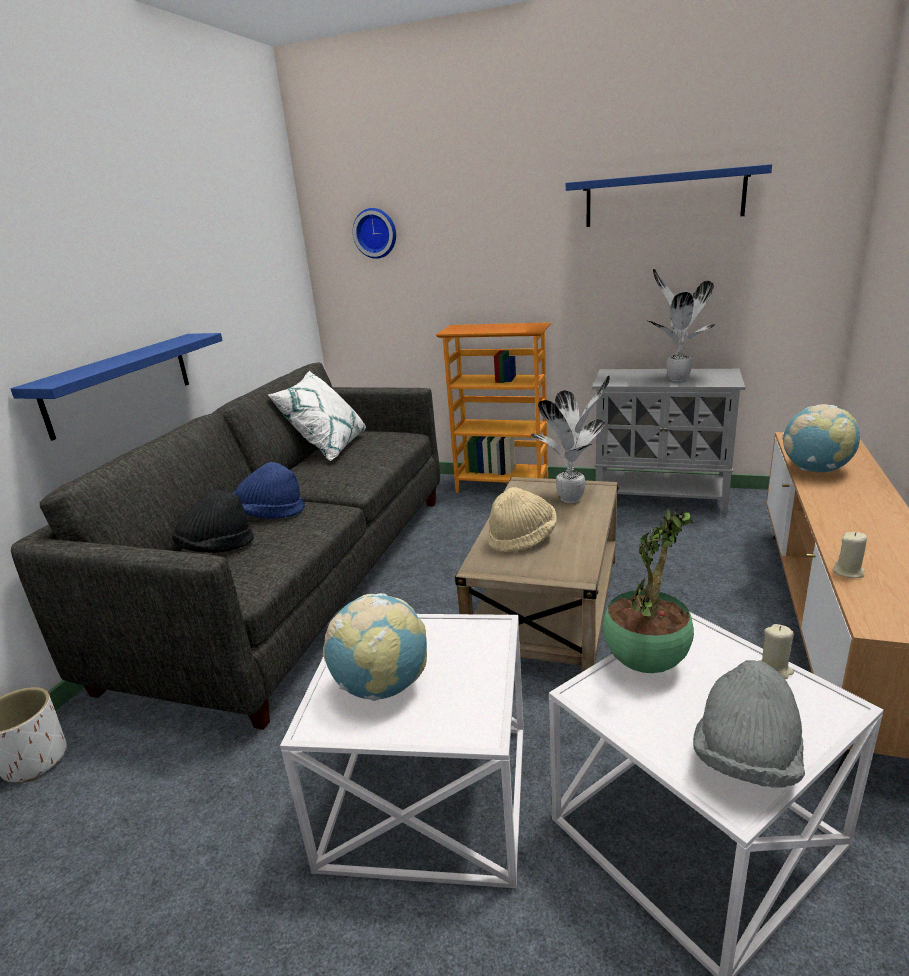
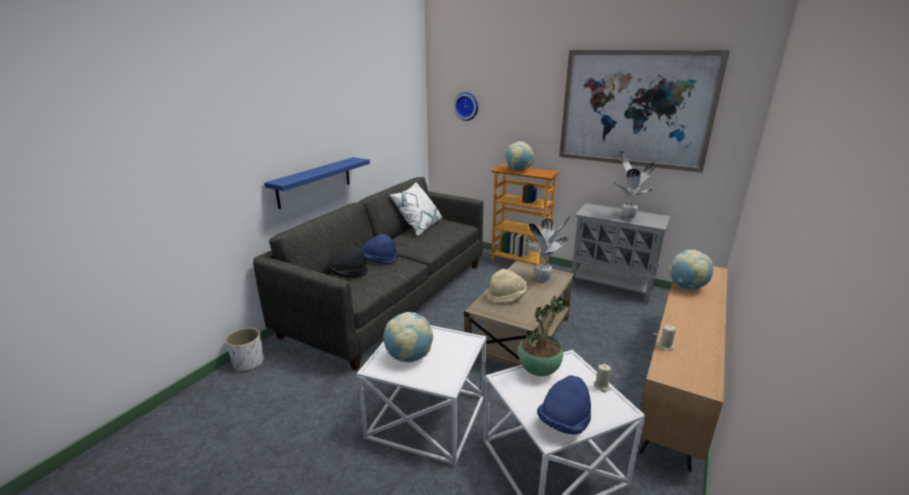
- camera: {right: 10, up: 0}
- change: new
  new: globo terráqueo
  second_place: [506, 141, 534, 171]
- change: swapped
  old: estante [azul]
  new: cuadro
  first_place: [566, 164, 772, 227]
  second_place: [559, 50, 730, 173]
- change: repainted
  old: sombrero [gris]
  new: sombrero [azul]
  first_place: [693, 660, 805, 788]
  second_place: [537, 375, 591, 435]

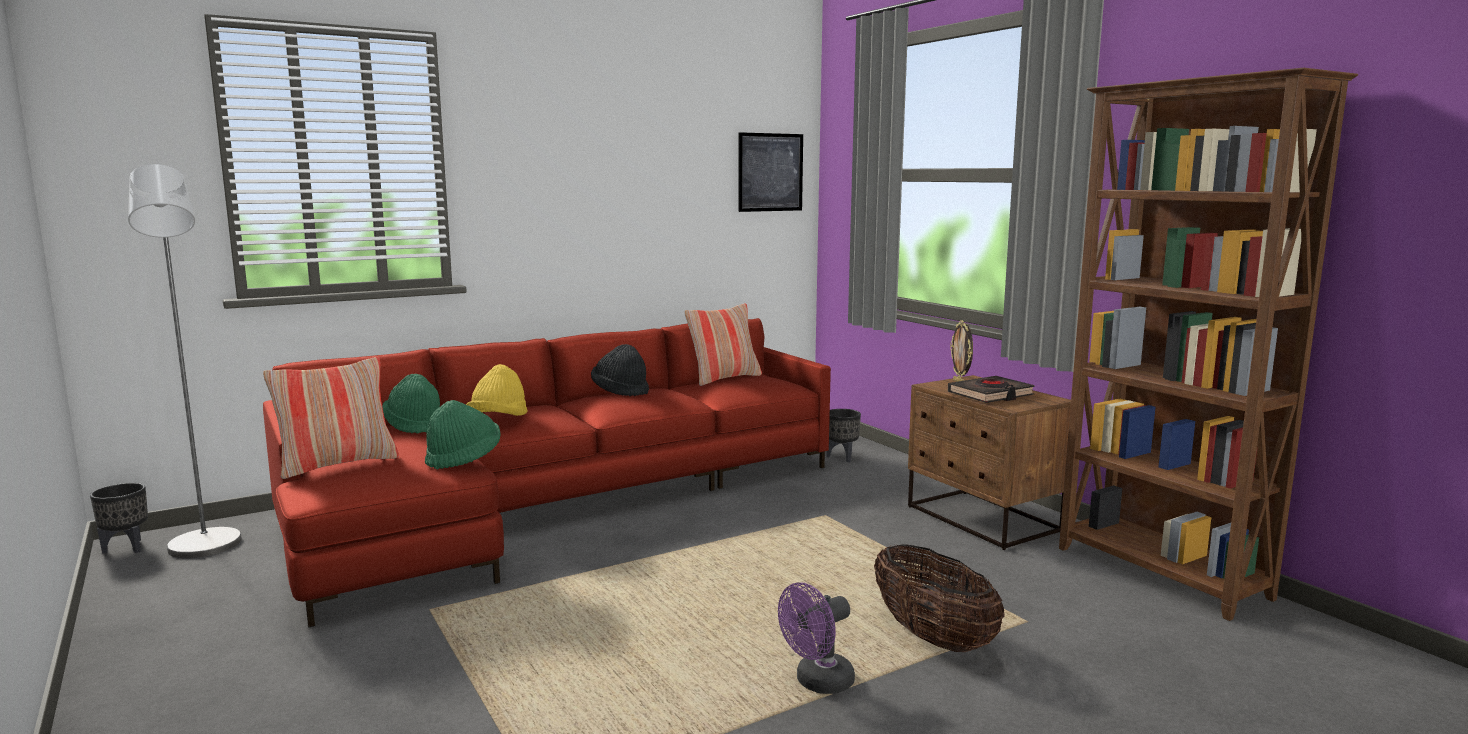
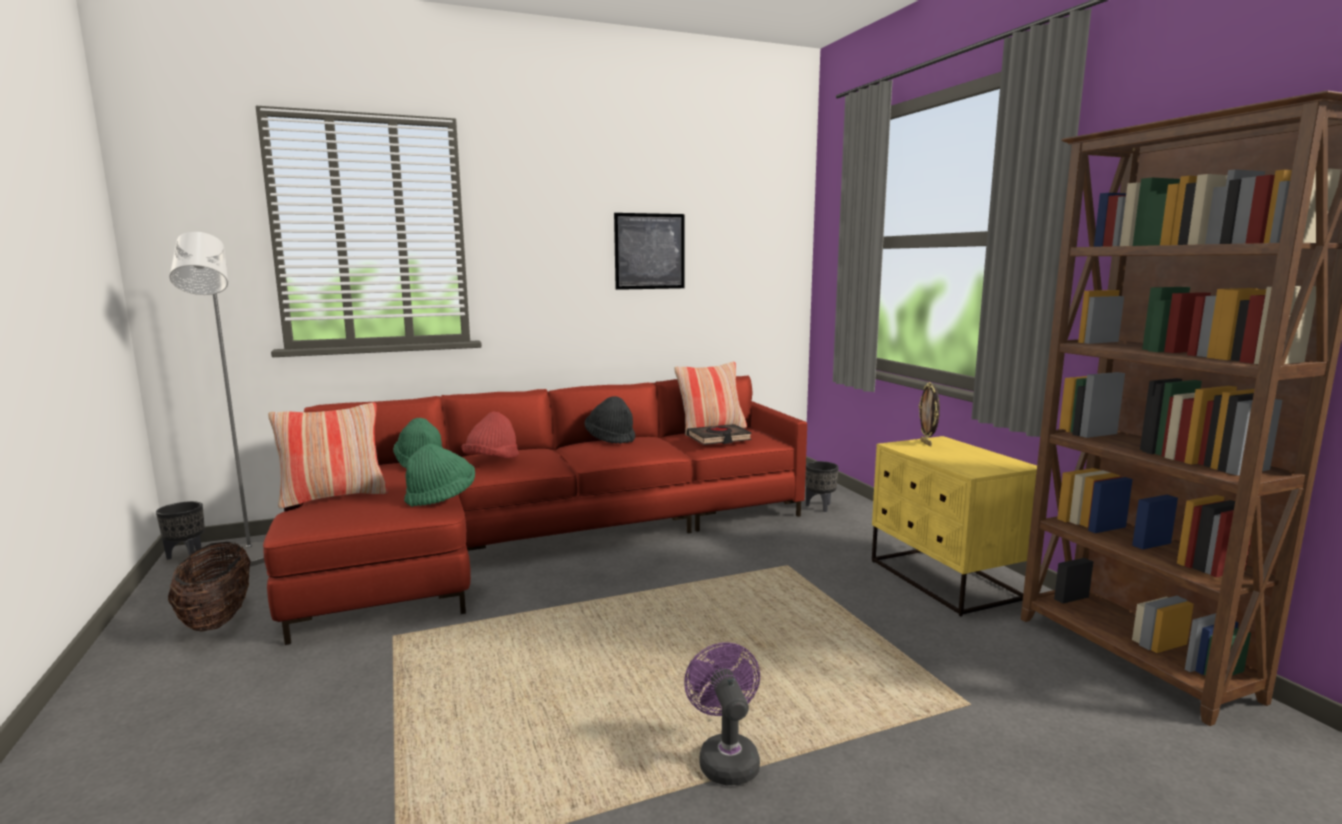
- camera: {right: 10, up: 0}
- change: shifted
  old: cuadro
  first_place: [738, 132, 803, 212]
  second_place: [614, 213, 685, 290]
- change: shifted
  old: cesta
  first_place: [874, 544, 1005, 652]
  second_place: [168, 542, 250, 632]
- change: shifted
  old: libro [negro]
  first_place: [948, 376, 1035, 403]
  second_place: [687, 424, 752, 445]
- change: repainted
  old: sombrero [amarillo]
  new: sombrero [rojo]
  first_place: [466, 364, 527, 416]
  second_place: [461, 412, 519, 458]
- change: repainted
  old: mesita de noche [marrón]
  new: mesita de noche [amarillo]
  first_place: [908, 375, 1071, 550]
  second_place: [872, 436, 1037, 616]
- change: rotated
  old: ventilador [morado]
  first_place: [778, 582, 855, 694]
  second_place: [684, 642, 760, 785]
  degrees: 105

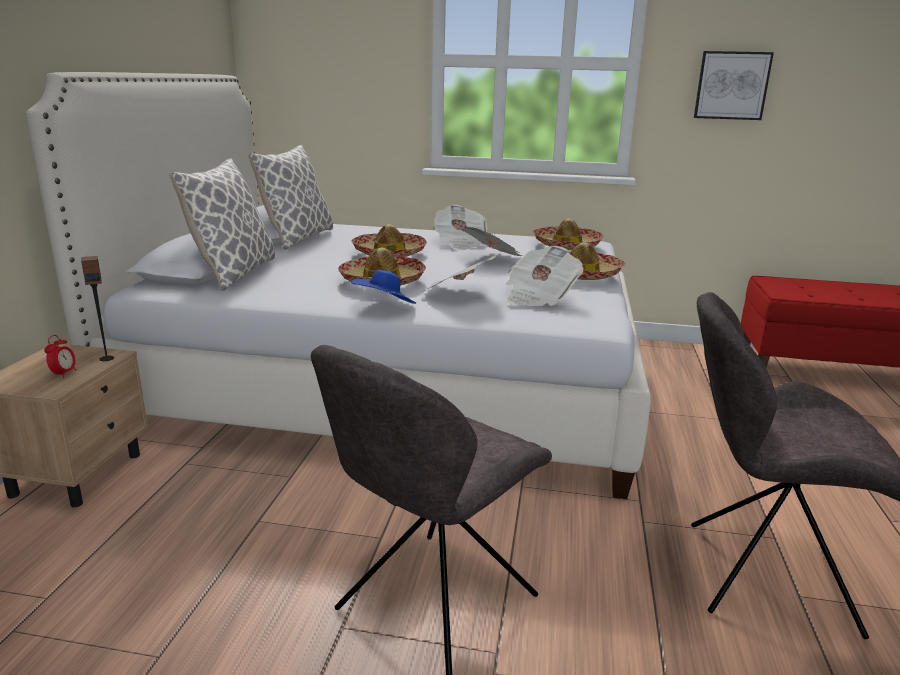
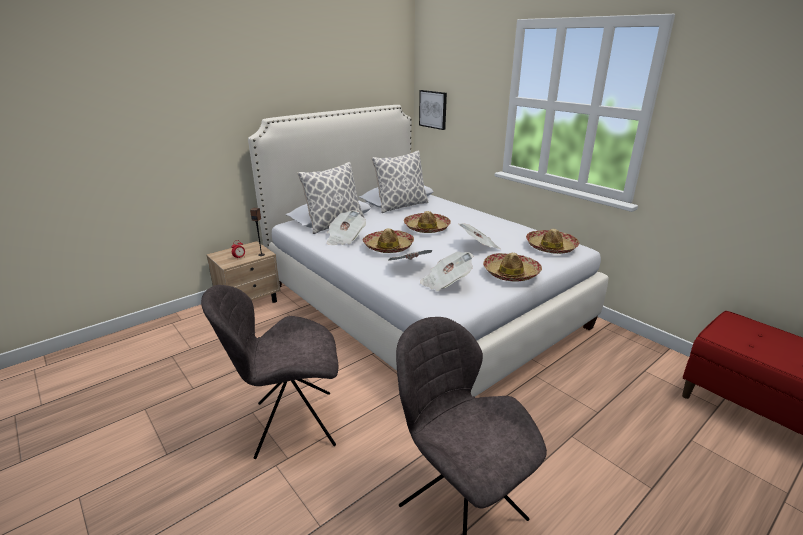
- camera: {right: 40, up: 5}
- change: gone
  old: sombrero [azul]
  first_place: [351, 270, 416, 304]
- change: shifted
  old: periódico
  first_place: [433, 205, 488, 250]
  second_place: [327, 210, 366, 245]
- change: shifted
  old: cuadro
  first_place: [694, 51, 774, 120]
  second_place: [419, 90, 447, 130]

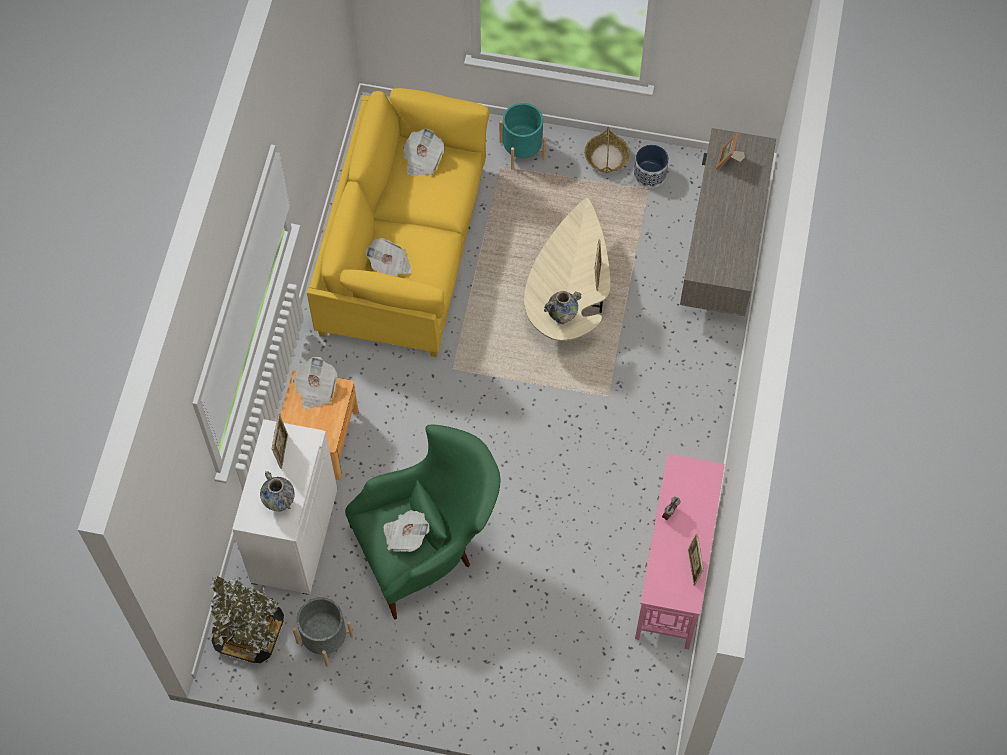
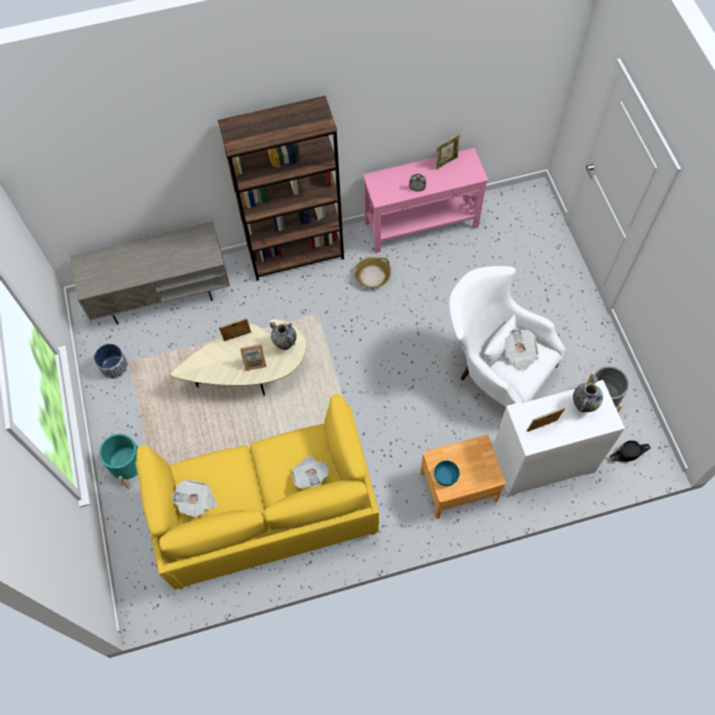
- camera: {right: -115, up: 0}
- change: new
  new: estantería [marrón]
  second_place: [218, 96, 344, 281]
- change: shifted
  old: cesta
  first_place: [584, 126, 630, 172]
  second_place: [354, 257, 391, 289]
- change: shifted
  old: portarretratos
  first_place: [716, 133, 745, 170]
  second_place: [240, 344, 267, 371]
- change: swapped
  old: planta en maceta
  new: sombrero [negro]
  first_place: [210, 576, 284, 663]
  second_place: [609, 440, 651, 462]
- change: swapped
  old: periódico
  new: cuenco [turquesa]
  first_place: [293, 357, 338, 409]
  second_place: [434, 460, 460, 486]
- change: repainted
  old: sillón [verde]
  new: sillón [blanco]
  first_place: [345, 424, 501, 619]
  second_place: [449, 266, 565, 407]

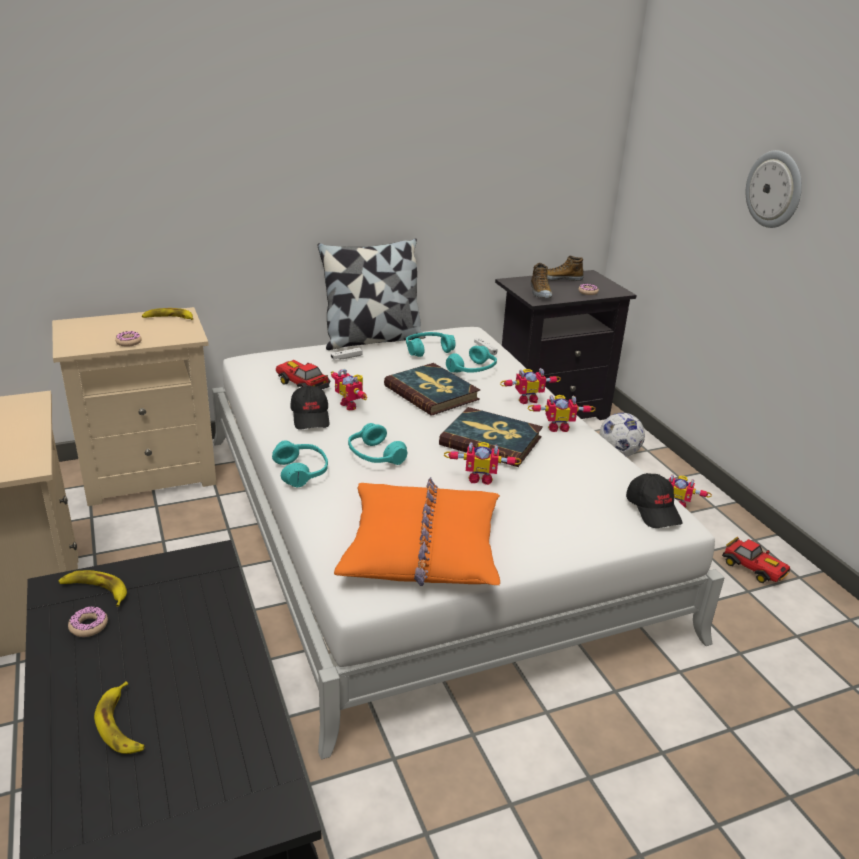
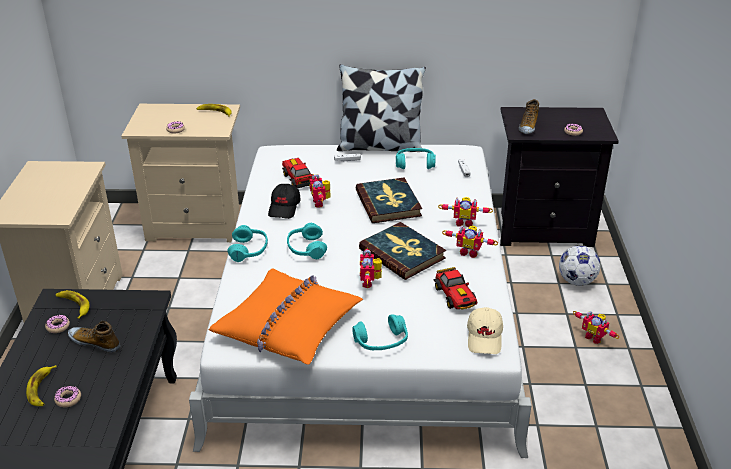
- camera: {right: 25, up: 5}
- change: gone
  old: reloj de pared
  first_place: [746, 150, 802, 228]
- change: new
  new: rosquilla
  second_place: [54, 386, 81, 407]
- change: shifted
  old: auriculares [turquesa]
  first_place: [446, 346, 497, 373]
  second_place: [352, 314, 408, 350]
- change: shifted
  old: zapato
  first_place: [547, 256, 584, 281]
  second_place: [68, 321, 120, 353]
- change: shifted
  old: coche de juguete
  first_place: [722, 537, 790, 583]
  second_place: [433, 267, 477, 310]
- change: repainted
  old: gorra [negro]
  new: gorra [beis]
  first_place: [626, 473, 682, 528]
  second_place: [467, 307, 503, 354]
- change: rotated
  old: robot de juguete
  first_place: [444, 442, 522, 485]
  second_place: [360, 248, 382, 288]
  degrees: 60

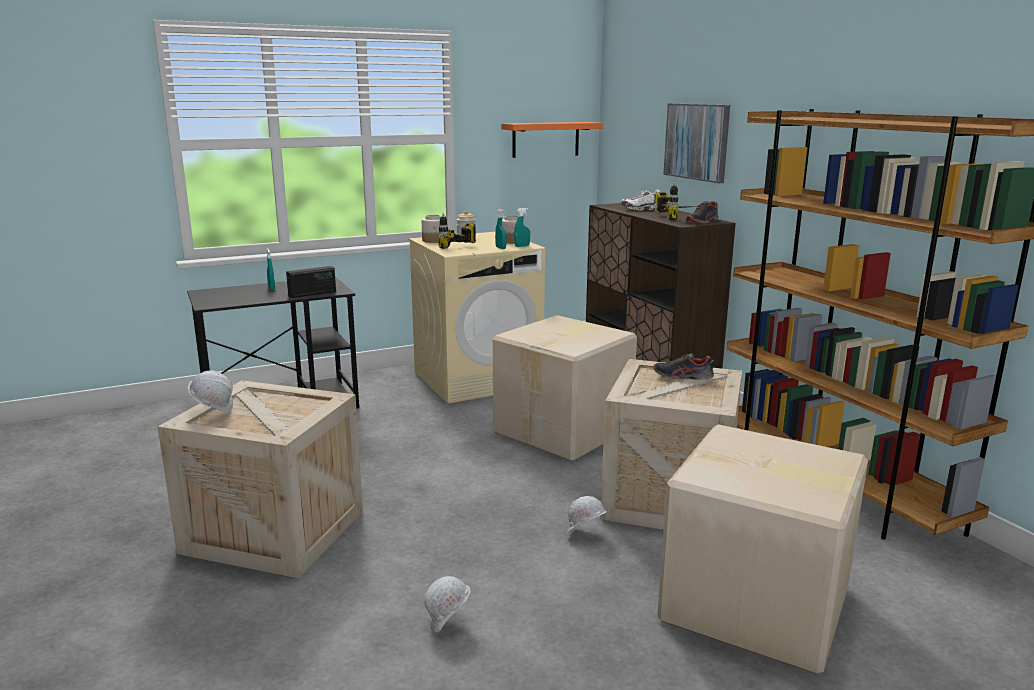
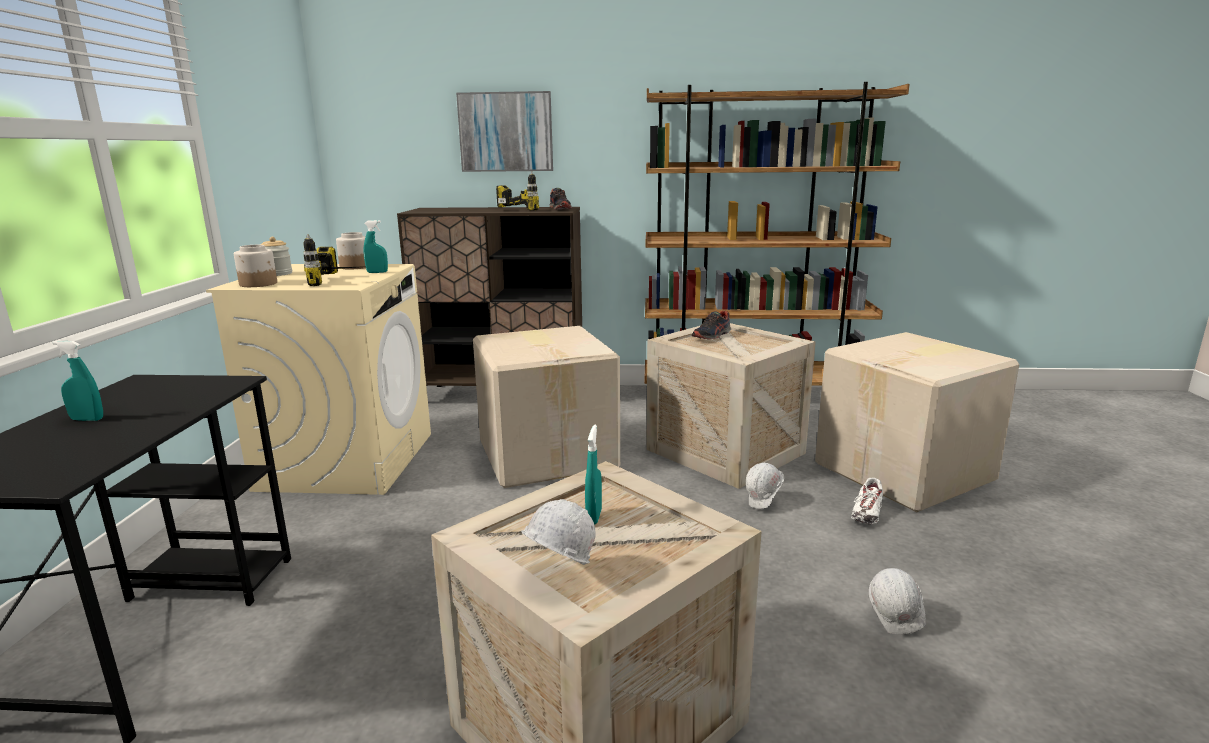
- camera: {right: -60, up: 0}
- change: gone
  old: radio
  first_place: [286, 266, 336, 298]
- change: gone
  old: estante [naranja]
  first_place: [501, 122, 603, 158]
- change: shifted
  old: pulverizador [turquesa]
  first_place: [514, 208, 530, 247]
  second_place: [585, 425, 602, 525]
- change: shifted
  old: zapato [blanco]
  first_place: [621, 190, 660, 211]
  second_place: [851, 478, 883, 524]

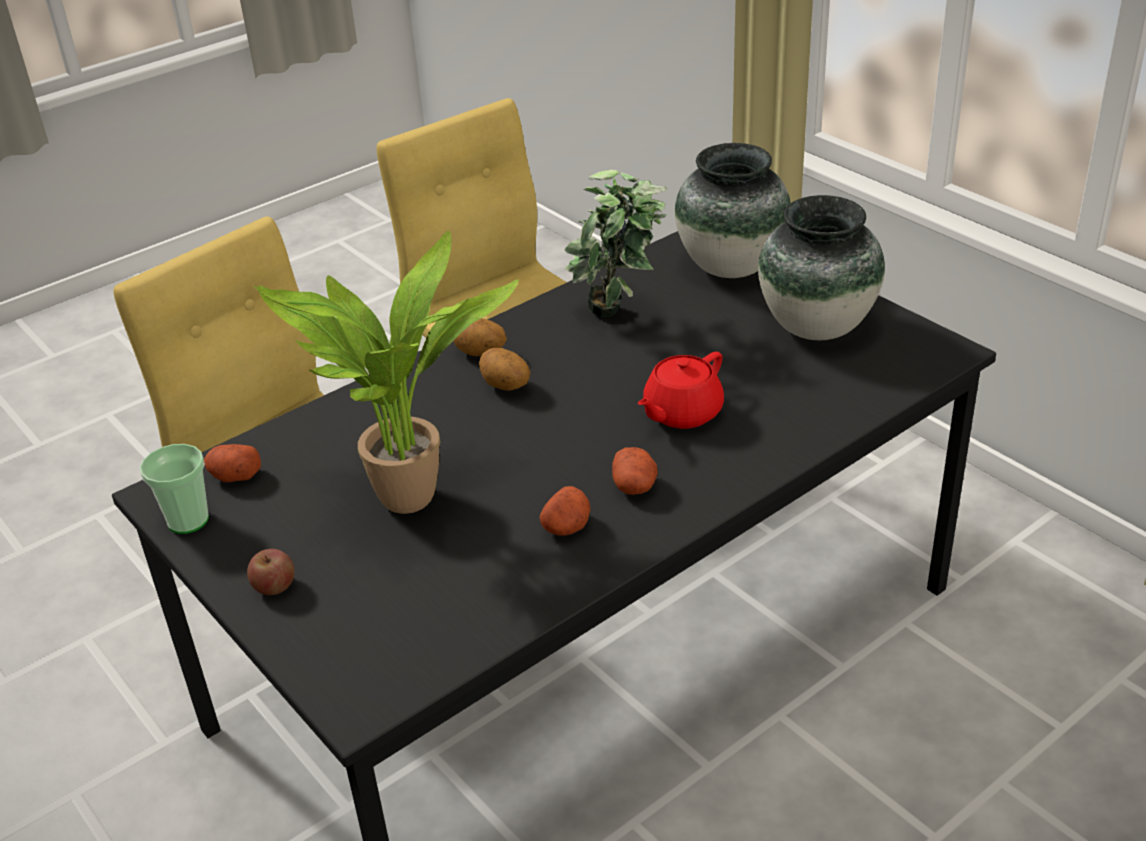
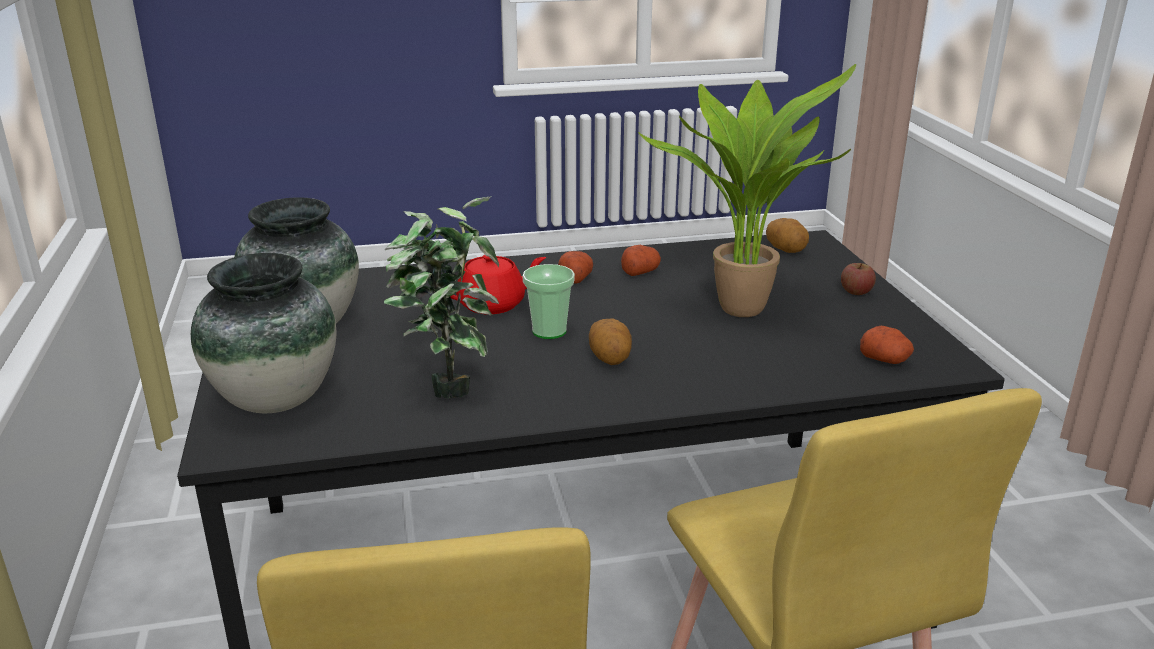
- camera: {right: -155, up: -10}
- change: shifted
  old: taza
  first_place: [139, 444, 209, 534]
  second_place: [523, 264, 575, 339]
- change: shifted
  old: patata
  first_place: [453, 318, 507, 356]
  second_place: [766, 218, 809, 253]

